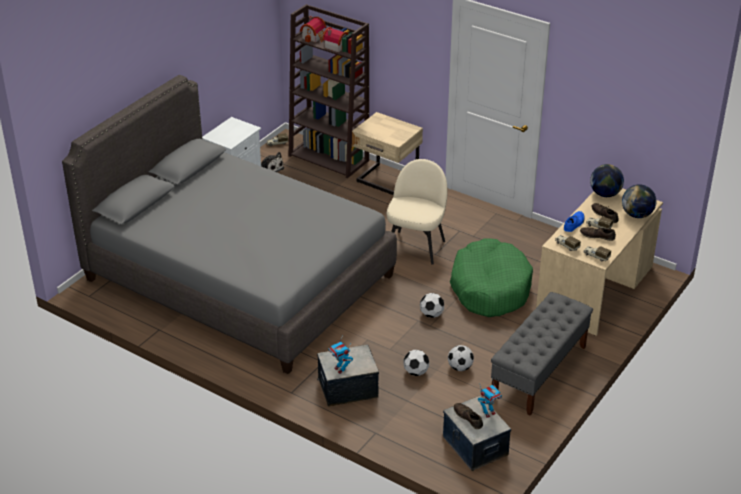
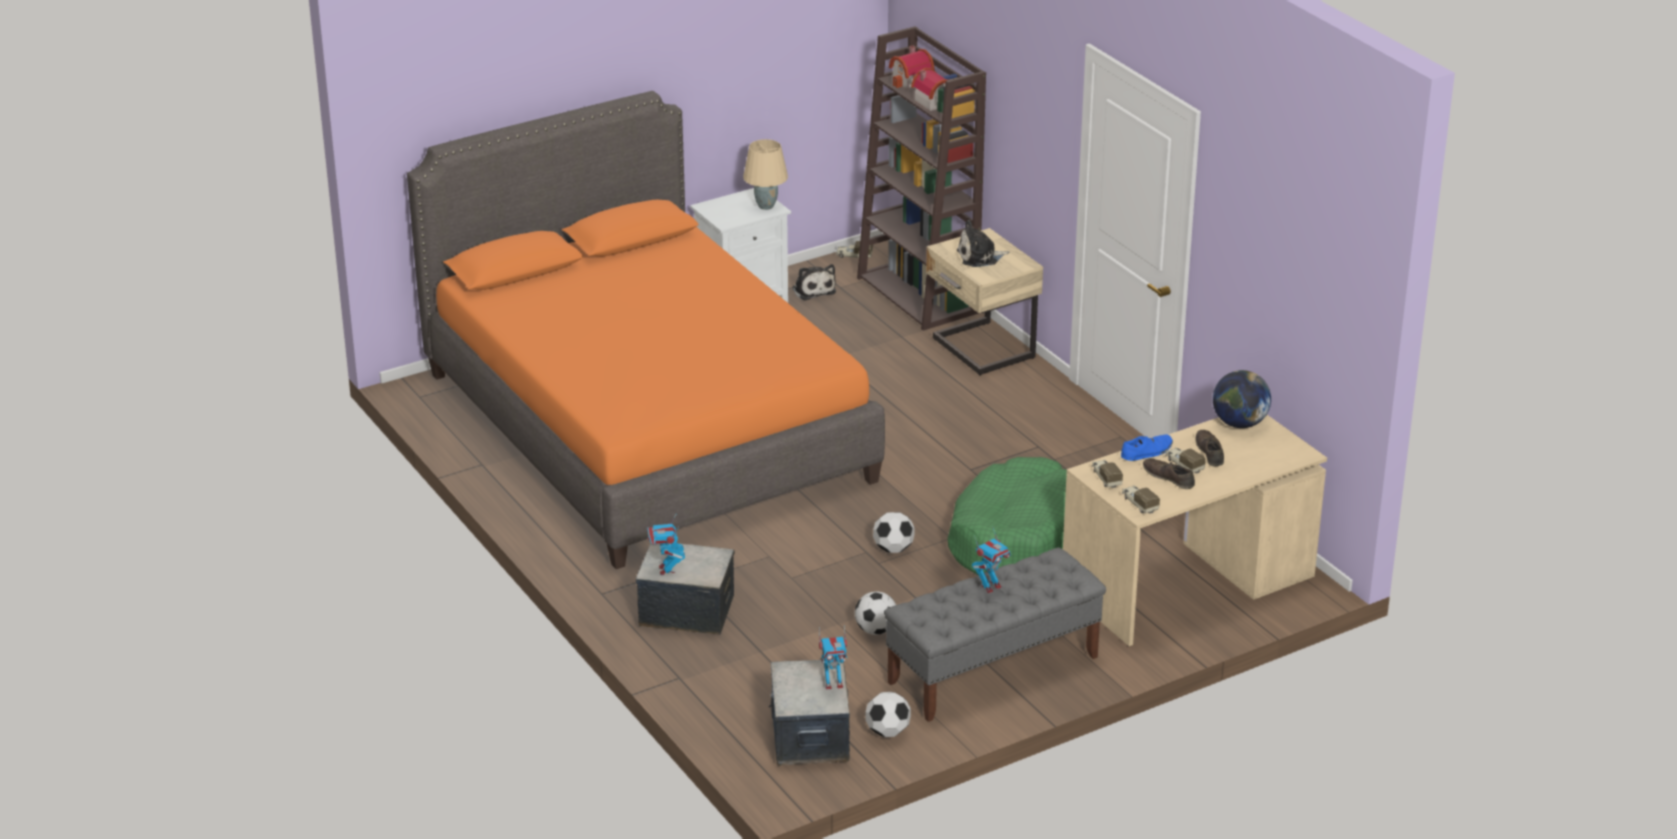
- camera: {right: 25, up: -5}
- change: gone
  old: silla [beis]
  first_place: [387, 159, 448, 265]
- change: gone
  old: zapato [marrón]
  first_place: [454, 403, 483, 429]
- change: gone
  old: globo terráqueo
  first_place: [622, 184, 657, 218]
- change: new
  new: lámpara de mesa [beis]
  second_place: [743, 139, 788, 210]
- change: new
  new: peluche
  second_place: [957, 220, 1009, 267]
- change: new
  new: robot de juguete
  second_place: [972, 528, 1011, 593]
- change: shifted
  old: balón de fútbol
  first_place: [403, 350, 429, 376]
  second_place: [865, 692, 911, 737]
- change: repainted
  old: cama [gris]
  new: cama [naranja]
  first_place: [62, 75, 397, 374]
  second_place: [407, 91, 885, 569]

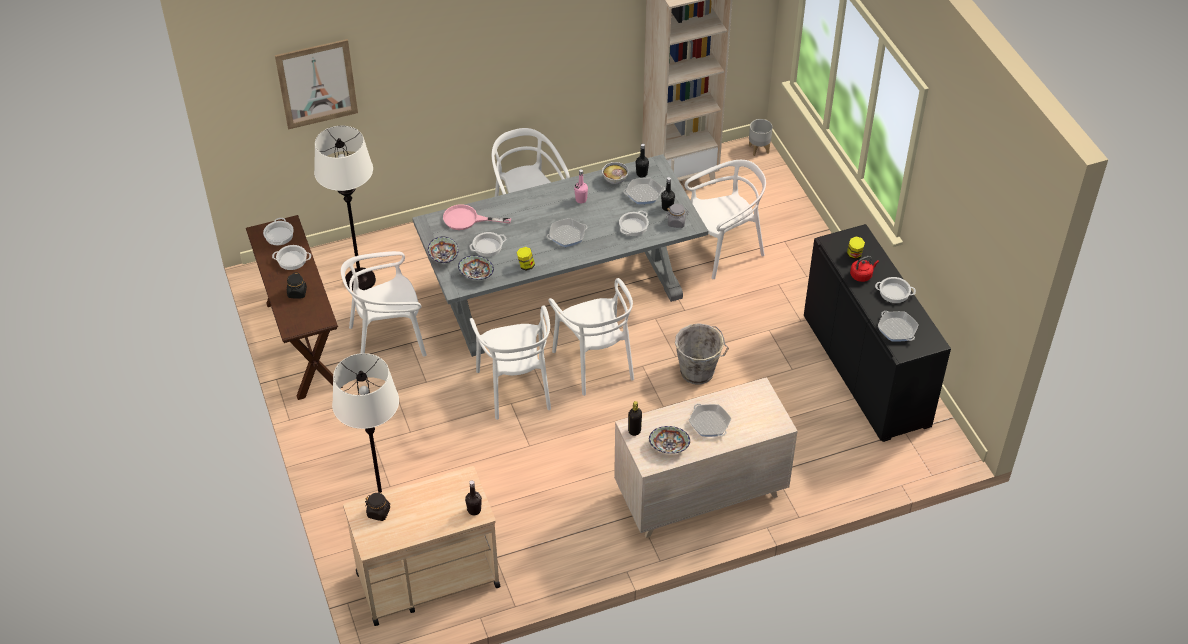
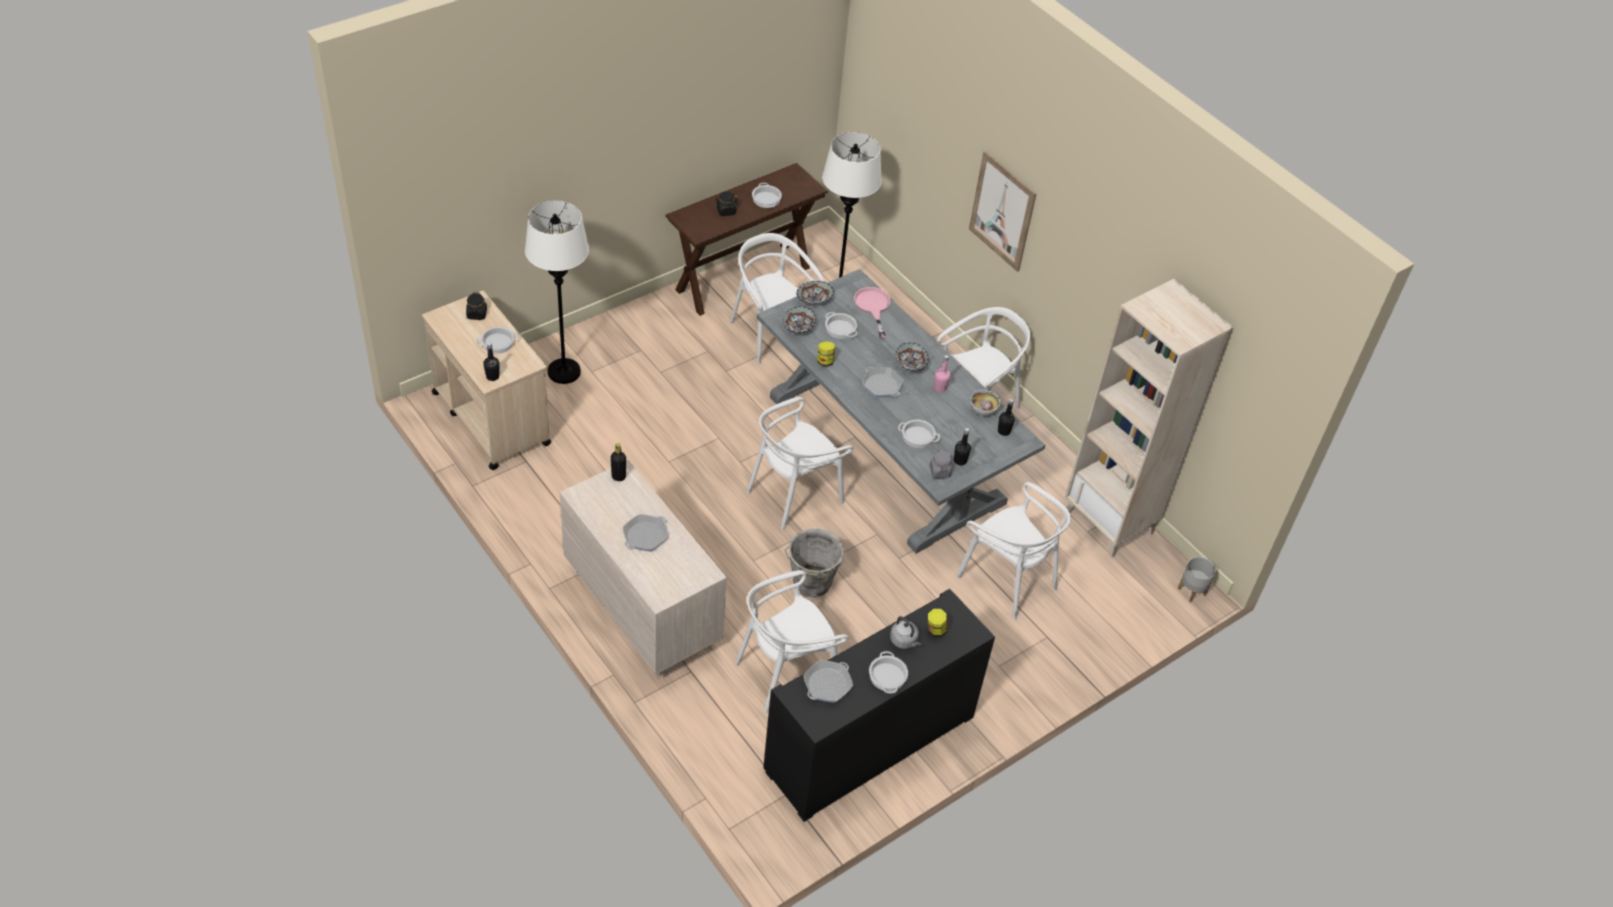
- camera: {right: 70, up: 0}
- change: gone
  old: sartén
  first_place: [623, 178, 665, 204]
- change: shifted
  old: olla
  first_place: [263, 218, 294, 245]
  second_place: [476, 327, 519, 354]
- change: shifted
  old: cuadro
  first_place: [275, 39, 358, 130]
  second_place: [969, 151, 1036, 272]
- change: shifted
  old: silla [blanco]
  first_place: [470, 305, 551, 420]
  second_place: [735, 570, 849, 713]
- change: shifted
  old: cuenco
  first_place: [649, 426, 690, 454]
  second_place: [896, 343, 929, 371]
- change: repainted
  old: hervidor [rojo]
  new: hervidor [gris]
  first_place: [850, 256, 879, 282]
  second_place: [890, 616, 921, 649]

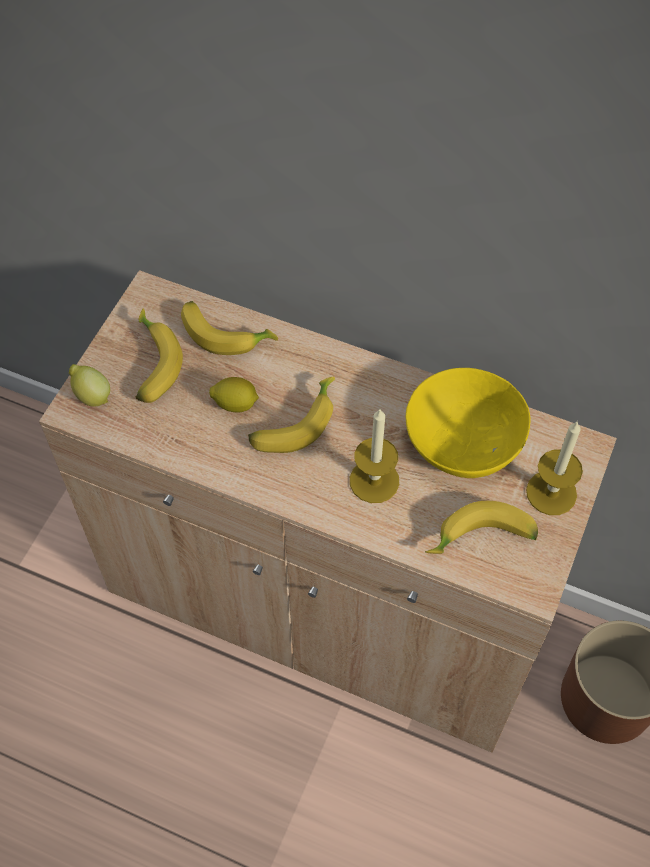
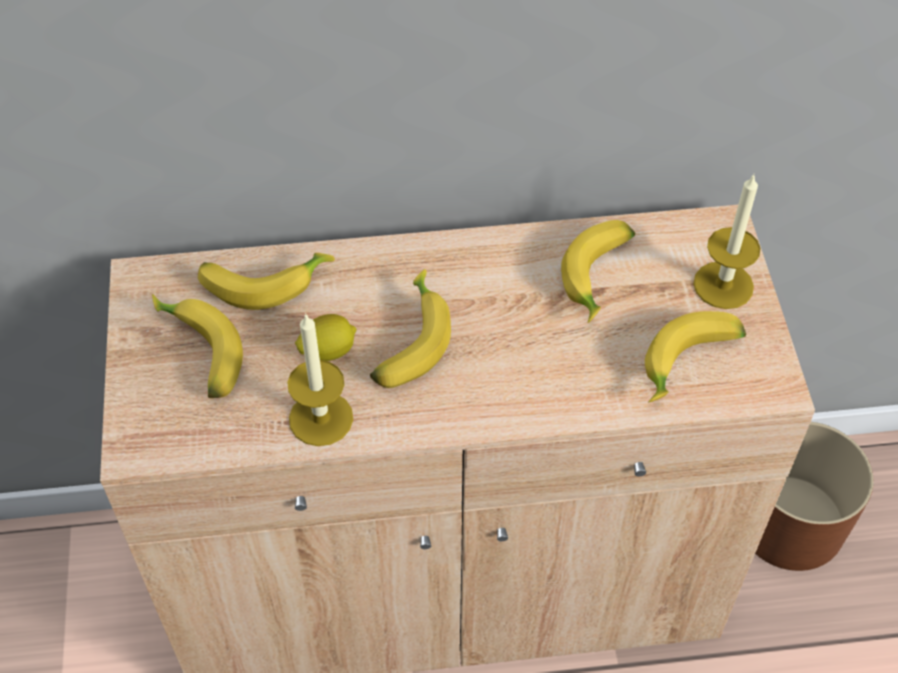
- camera: {right: -30, up: -5}
- change: gone
  old: limón
  first_place: [69, 364, 110, 407]
- change: shifted
  old: vela
  first_place: [350, 409, 399, 503]
  second_place: [287, 313, 353, 446]
- change: swapped
  old: cuenco [amarillo]
  new: plátano
  first_place: [406, 368, 531, 478]
  second_place: [561, 220, 635, 323]

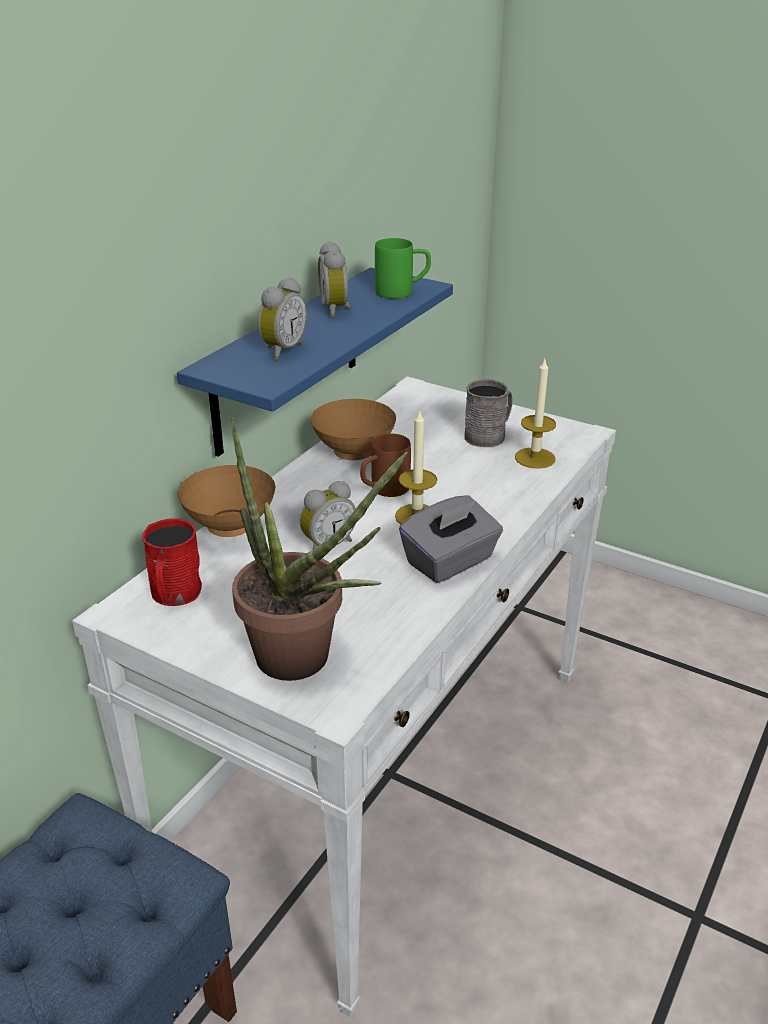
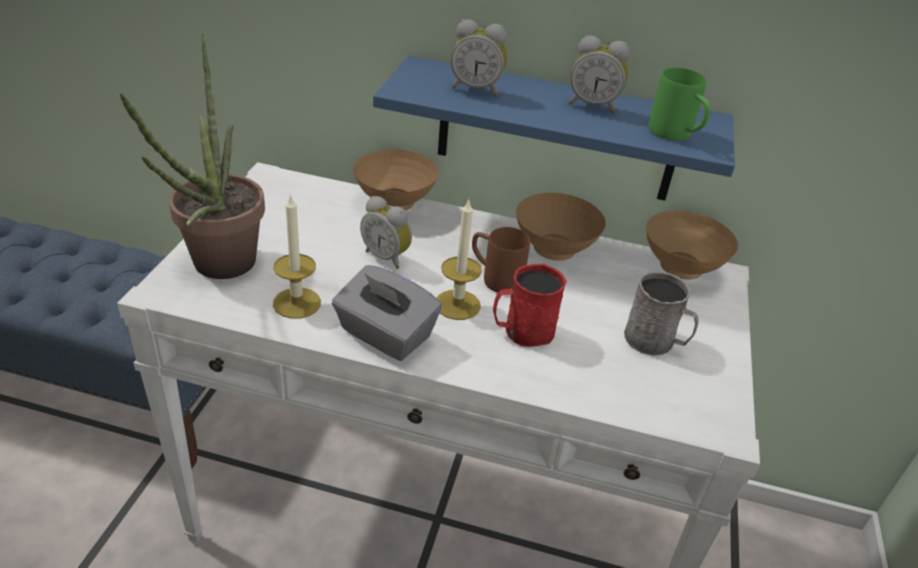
- camera: {right: 70, up: 5}
- change: new
  new: cuenco [marrón]
  second_place: [646, 210, 738, 280]
- change: shifted
  old: taza grande [rojo]
  first_place: [142, 518, 202, 606]
  second_place: [493, 264, 567, 347]
- change: shifted
  old: vela
  first_place: [515, 359, 556, 469]
  second_place: [273, 194, 321, 319]
- change: rotated
  old: despertador
  first_place: [318, 241, 351, 318]
  second_place: [569, 35, 630, 113]
  degrees: -135

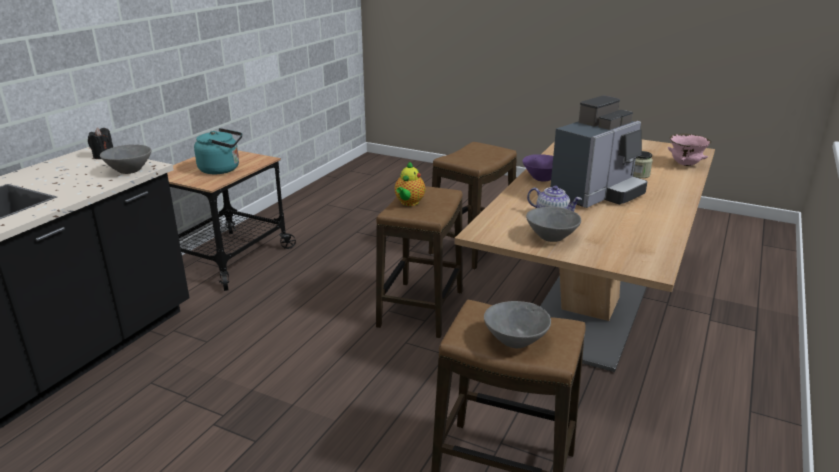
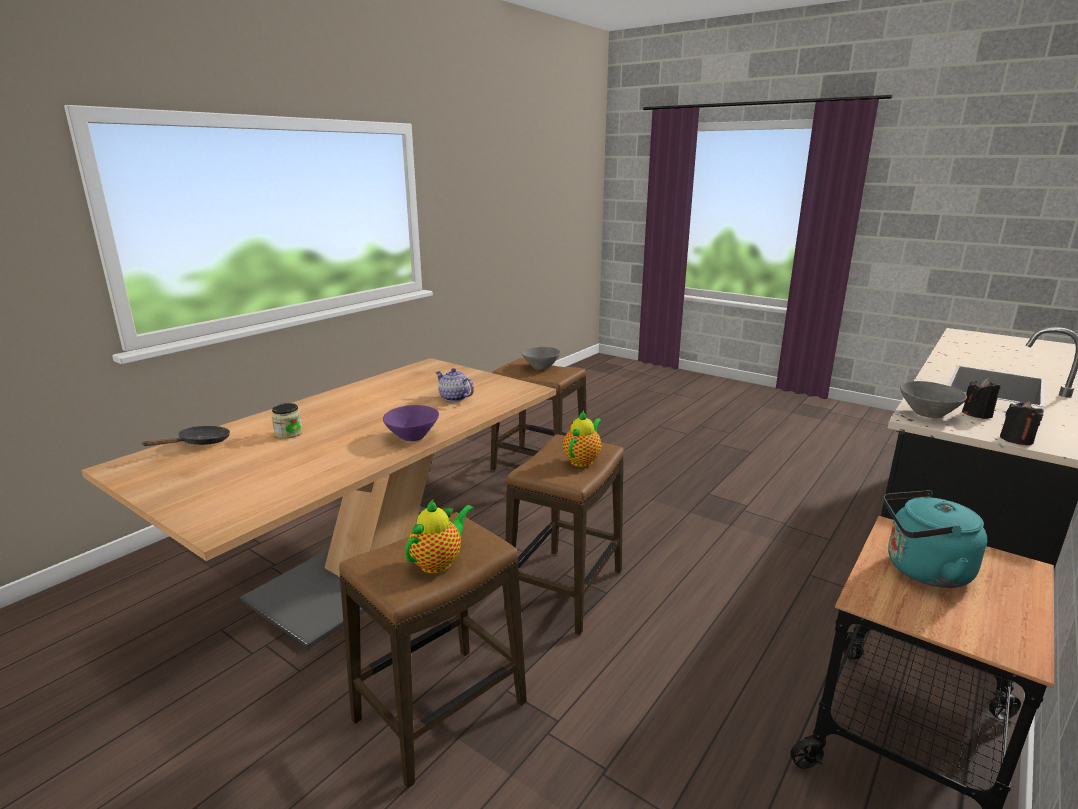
- camera: {right: -170, up: -5}
- change: gone
  old: cuenco [gris]
  first_place: [526, 207, 581, 242]
- change: gone
  old: cafetera
  first_place: [550, 96, 647, 208]
- change: new
  new: tetera
  second_place: [405, 500, 474, 573]
- change: new
  new: vela [negro]
  second_place: [962, 378, 1001, 419]
- change: swapped
  old: cuenco [rosa]
  new: sartén [negro]
  first_place: [668, 134, 711, 166]
  second_place: [141, 426, 230, 446]

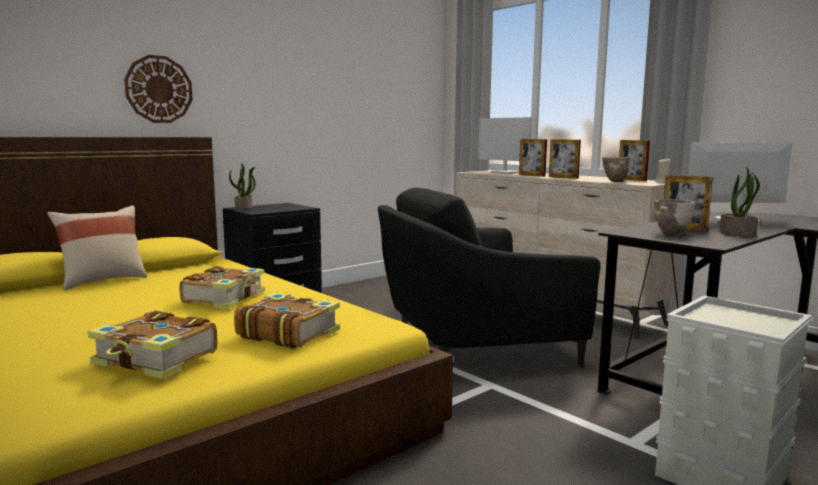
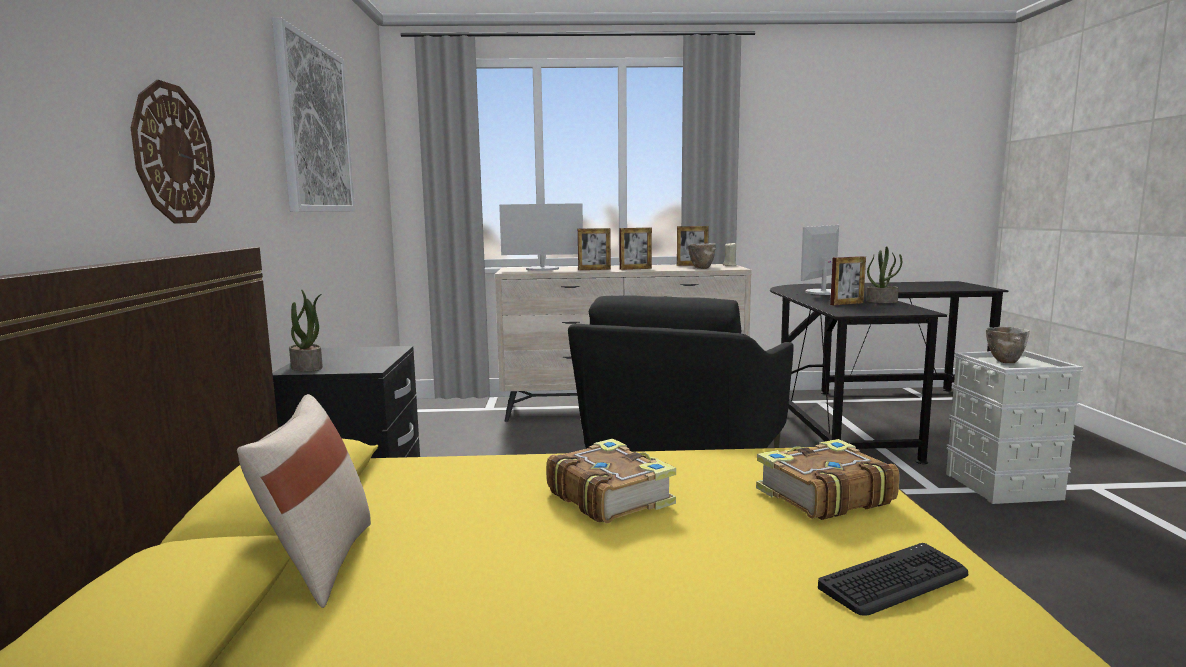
- camera: {right: -50, up: 0}
- change: new
  new: cuadro
  second_place: [272, 17, 355, 212]
- change: shifted
  old: cuenco
  first_place: [654, 199, 695, 235]
  second_place: [986, 327, 1030, 363]
- change: swapped
  old: libro
  new: teclado
  first_place: [88, 311, 217, 379]
  second_place: [818, 543, 968, 616]

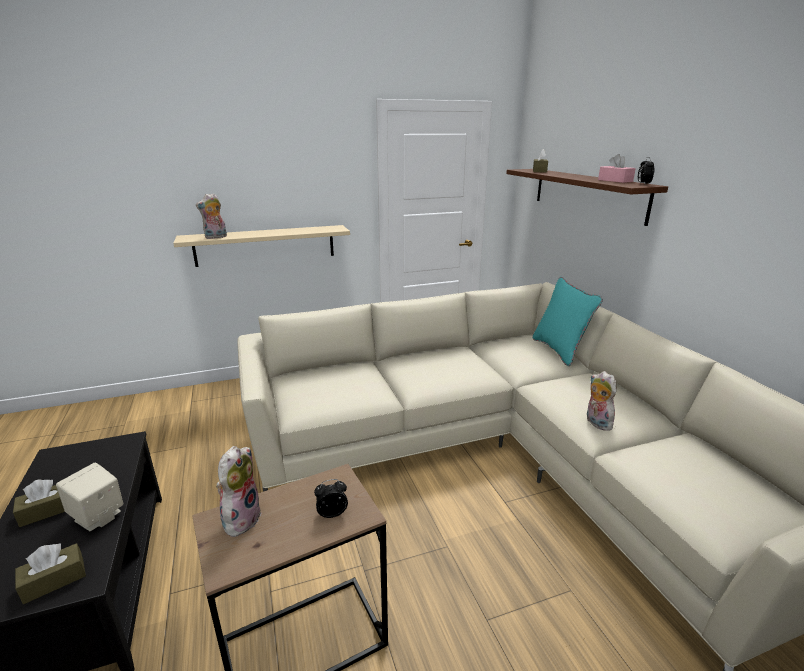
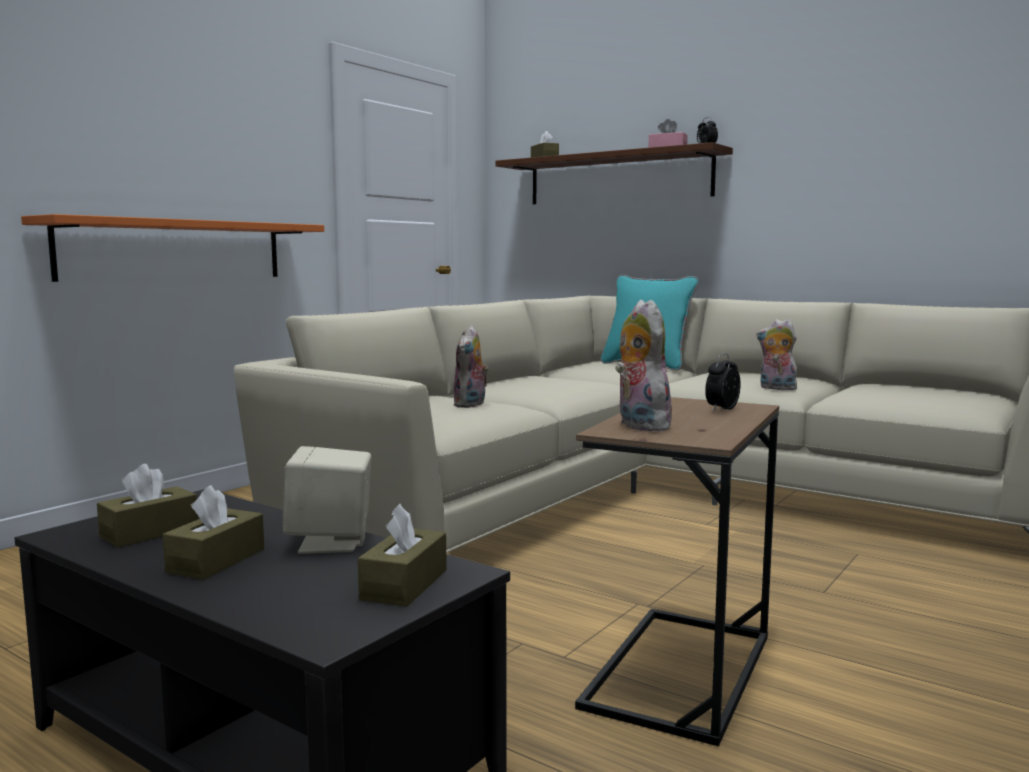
- camera: {right: -35, up: -15}
- change: new
  new: caja de pañuelos [marrón]
  second_place: [97, 464, 198, 547]
- change: shifted
  old: peluche
  first_place: [196, 193, 227, 239]
  second_place: [453, 326, 489, 408]
- change: repainted
  old: estante [beis]
  new: estante [naranja]
  first_place: [173, 225, 350, 267]
  second_place: [21, 214, 324, 282]

